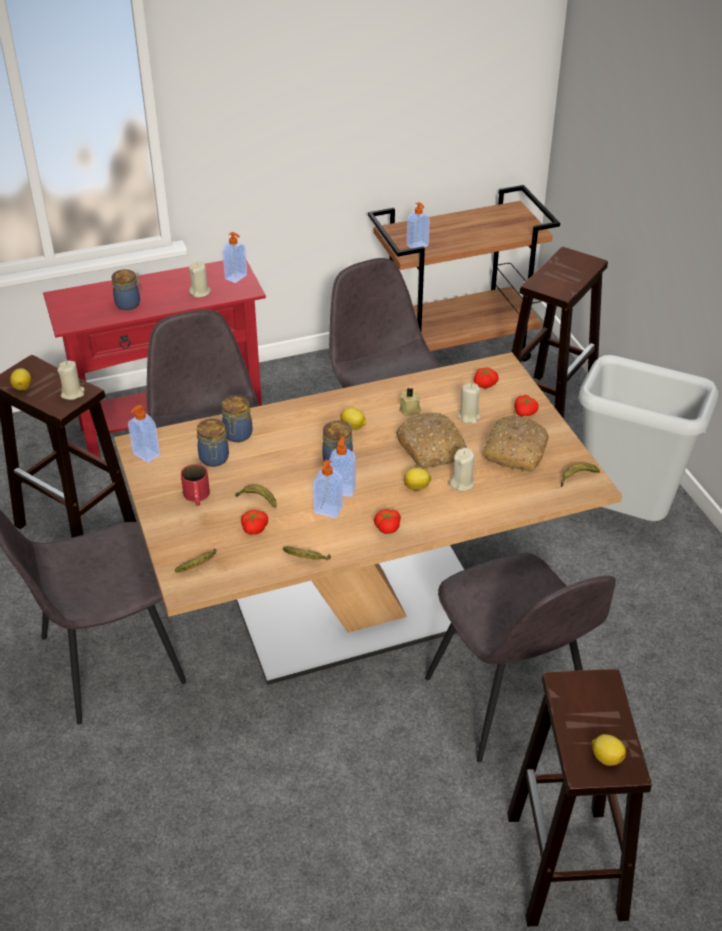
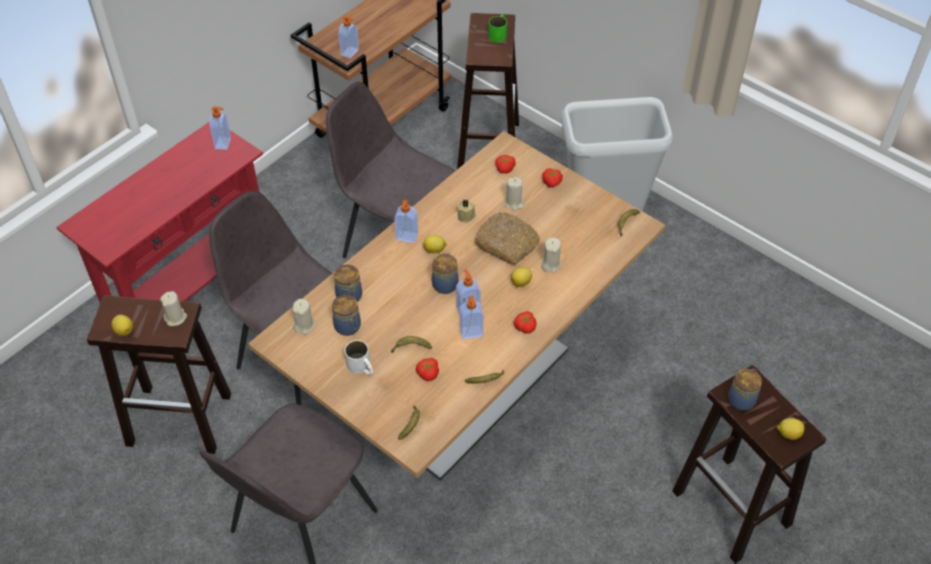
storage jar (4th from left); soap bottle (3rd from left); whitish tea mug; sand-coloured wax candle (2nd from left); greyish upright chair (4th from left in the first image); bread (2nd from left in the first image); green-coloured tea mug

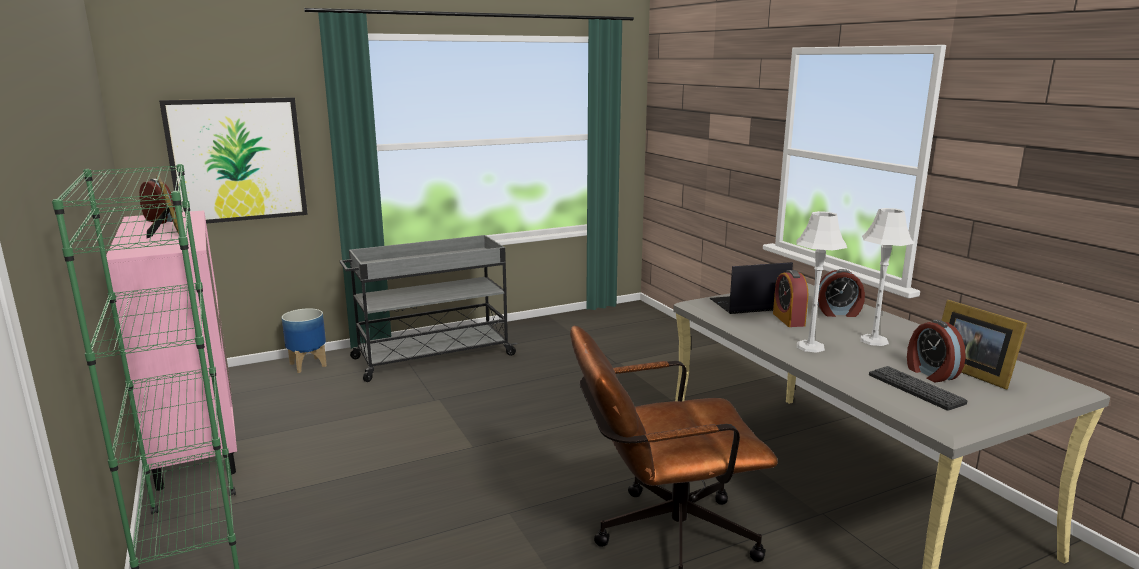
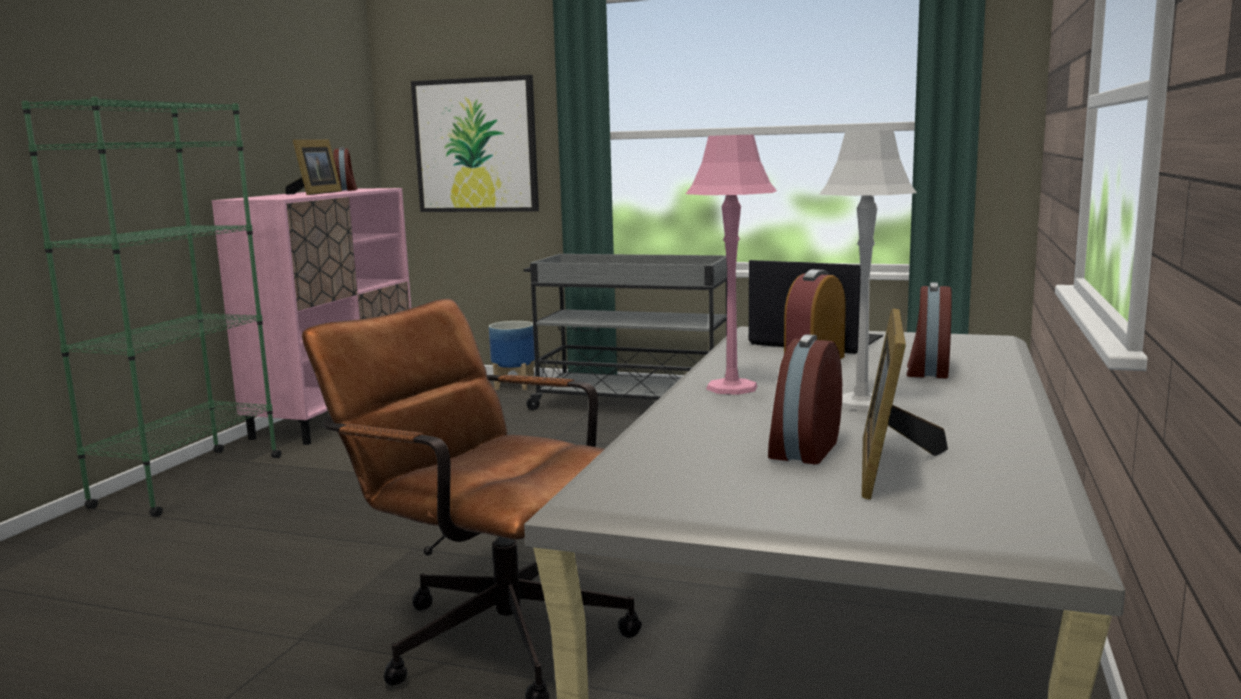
pinkish tabletop lamp; bedside clock (4th from left); PC keyboard

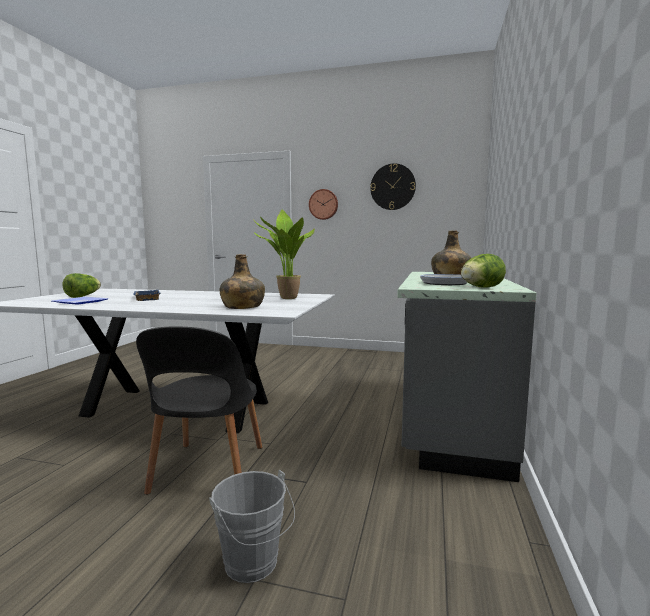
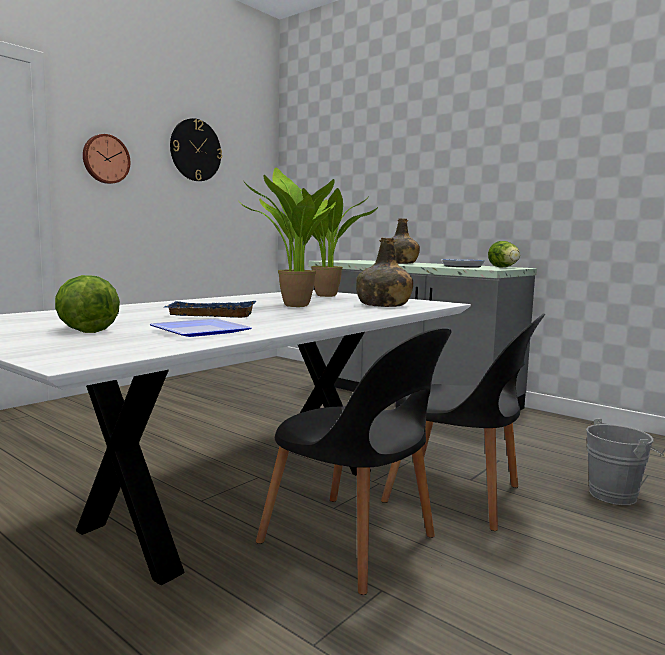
houseplant (1st from left); black upright chair (1st from left)

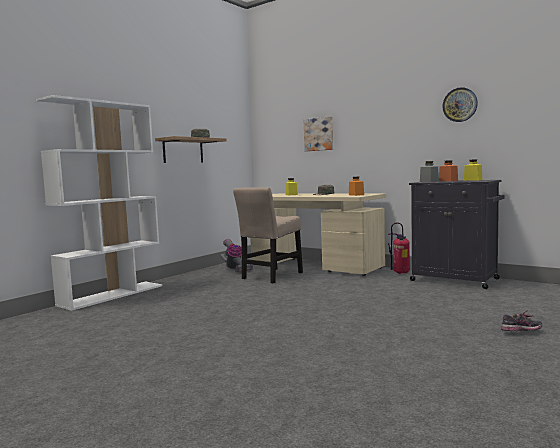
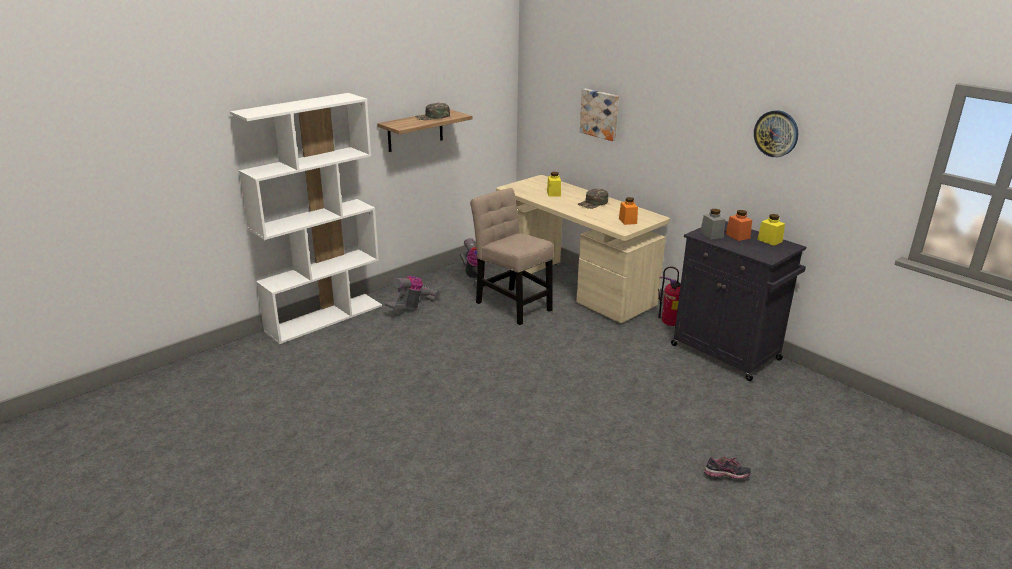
sand-coloured upright chair; vacuum (1st from left)

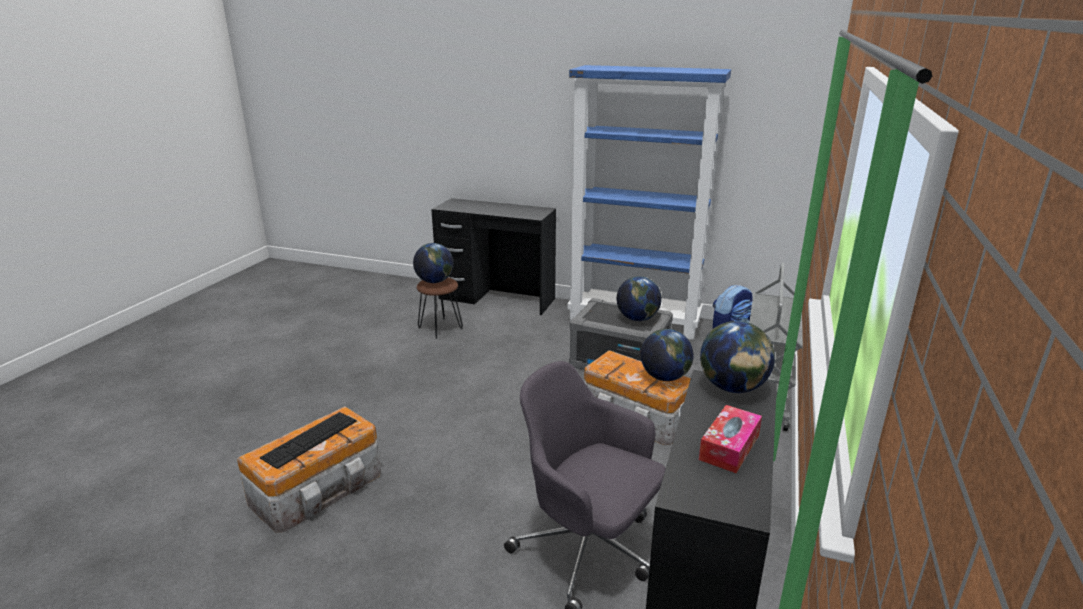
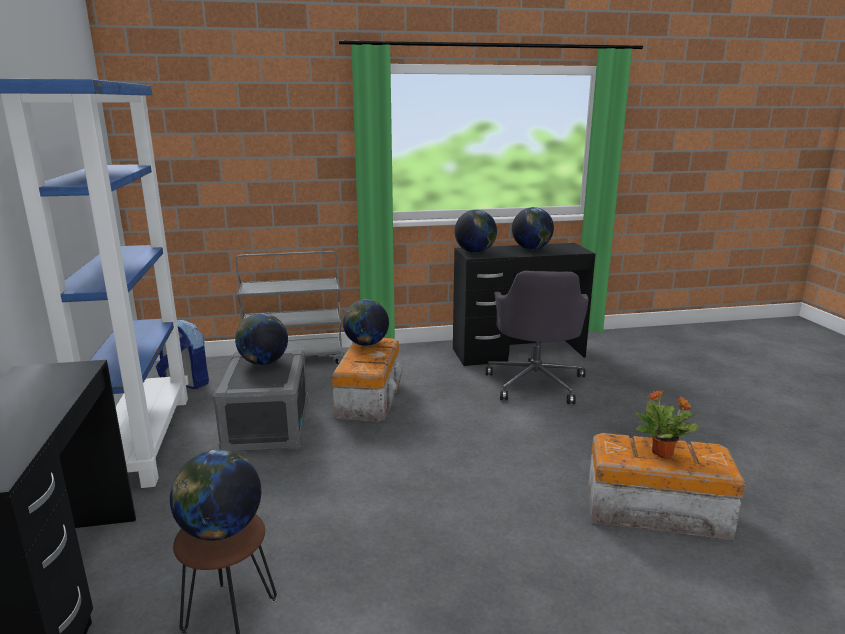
houseplant; desk globe (5th from left)

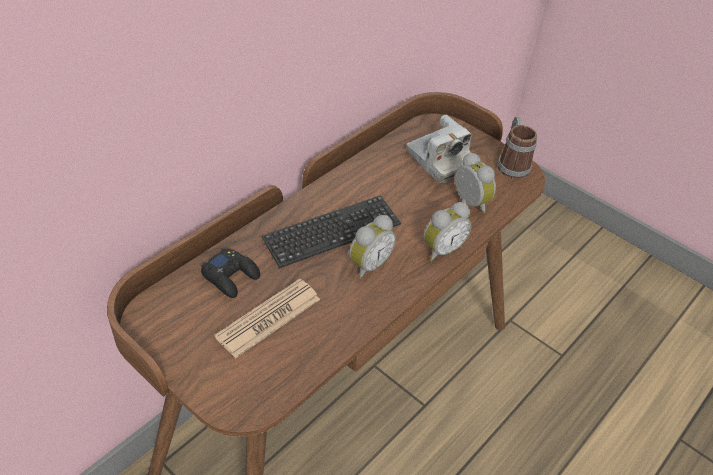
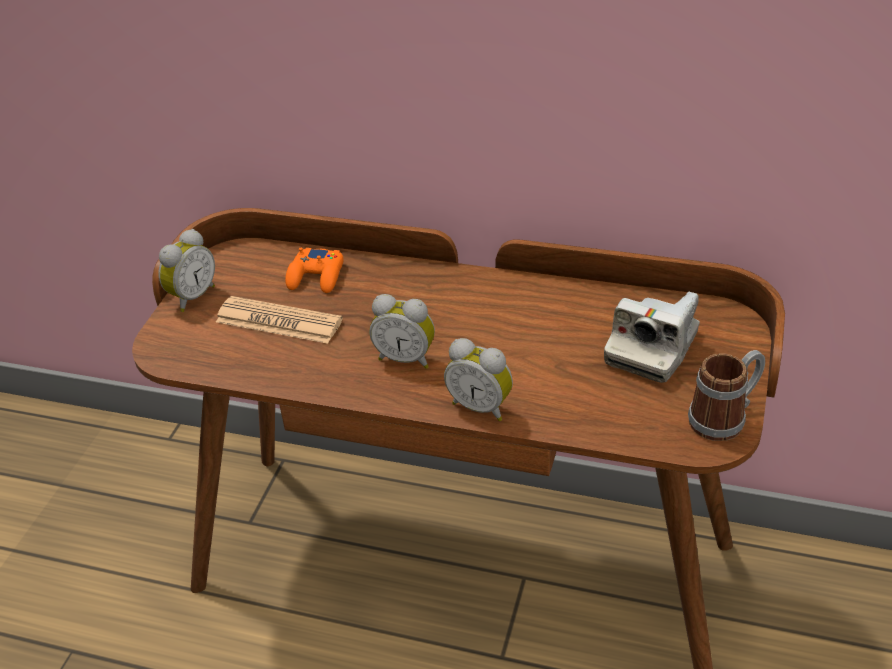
orange-coloured game controller; PC keyboard; bedside clock (1st from left)

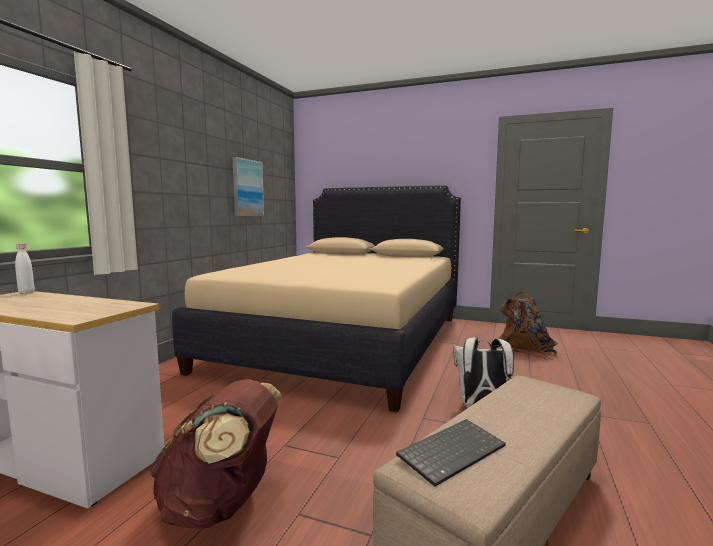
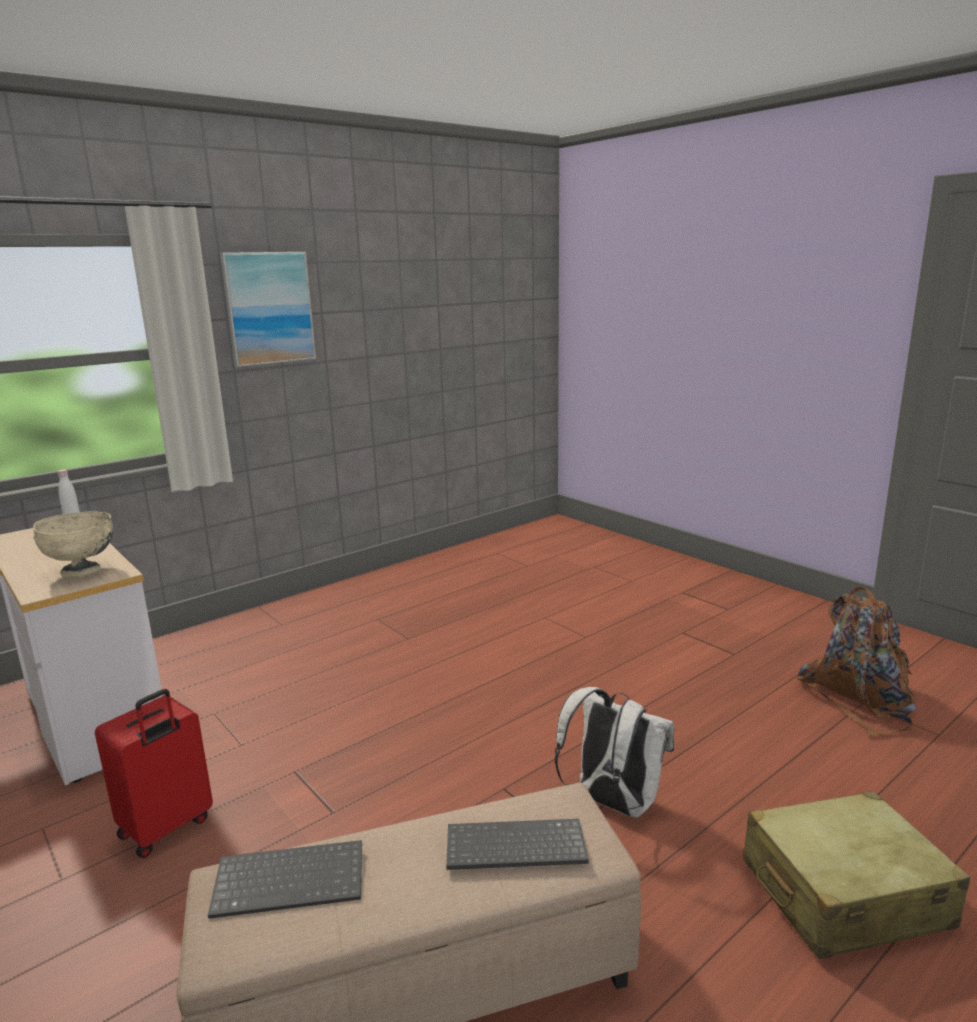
red-coloured suitcase; sand-coloured sleeping bed; picture; sand-coloured deep dish; PC keyboard (2nd from left); sand-coloured suitcase

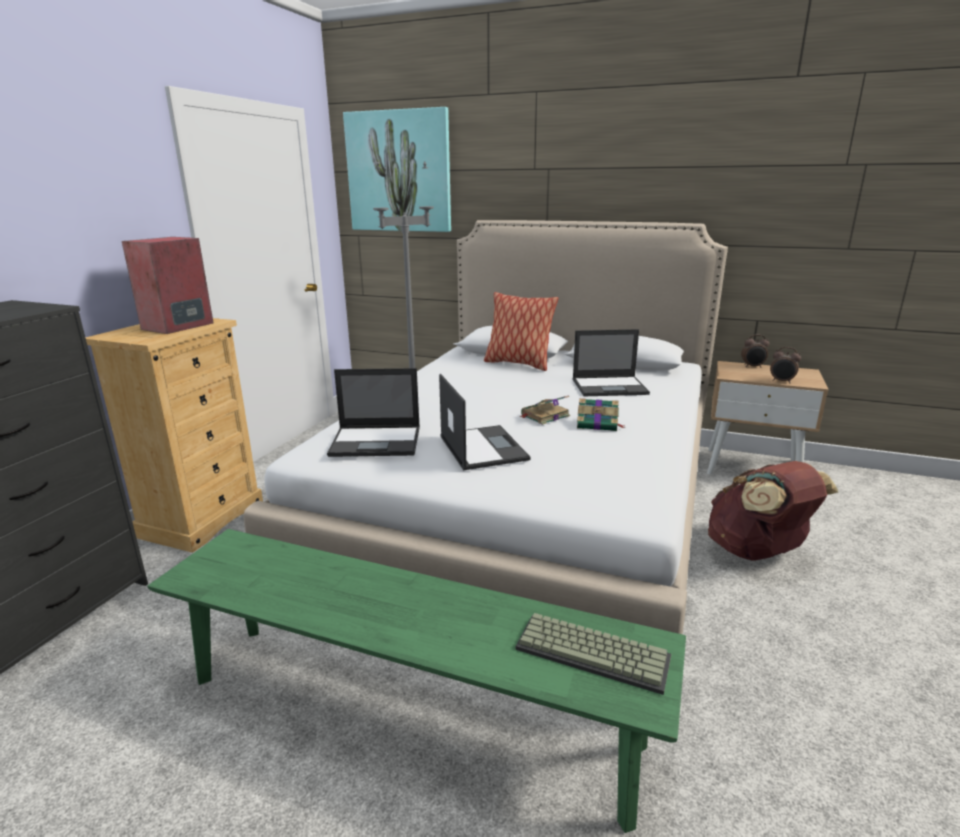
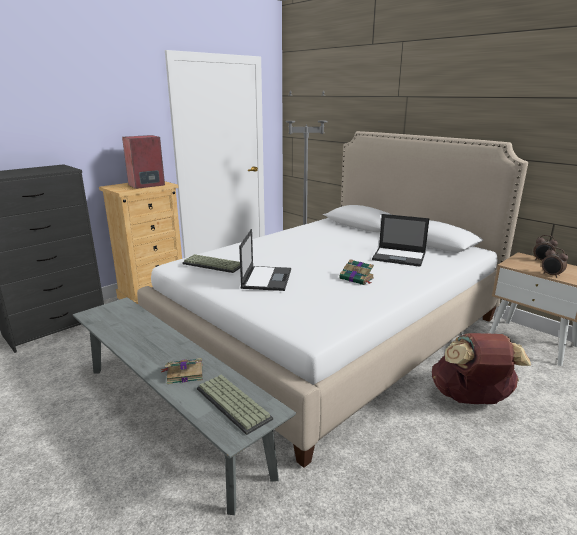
greyish bench; PC keyboard (1st from left); picture; pillow; volume (1st from left)

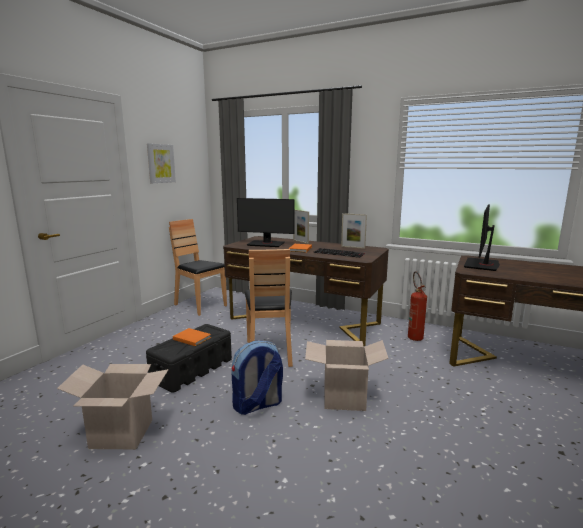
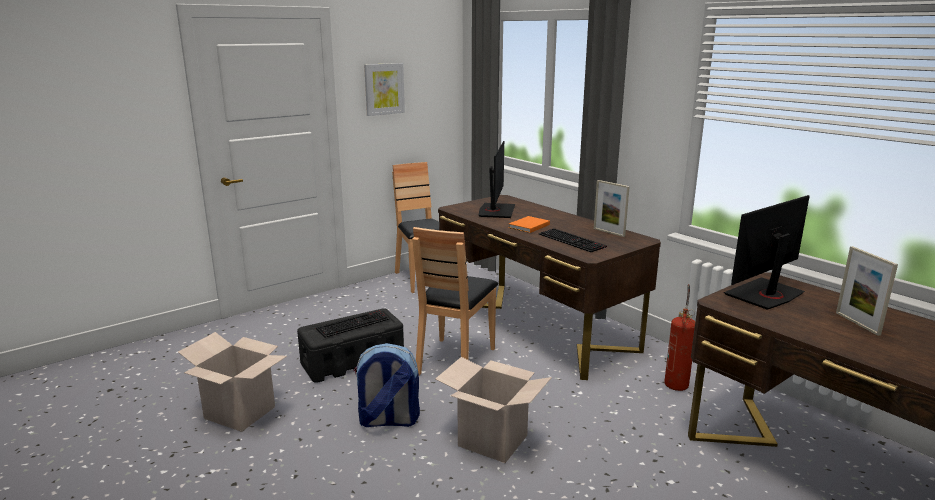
PC keyboard (1st from left); monitor (1st from left); standing frame (2nd from left)

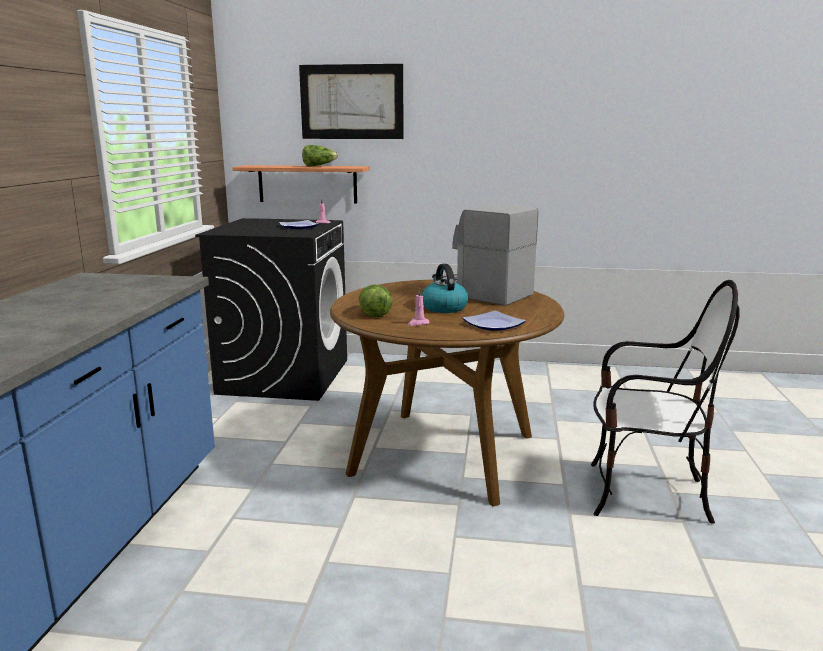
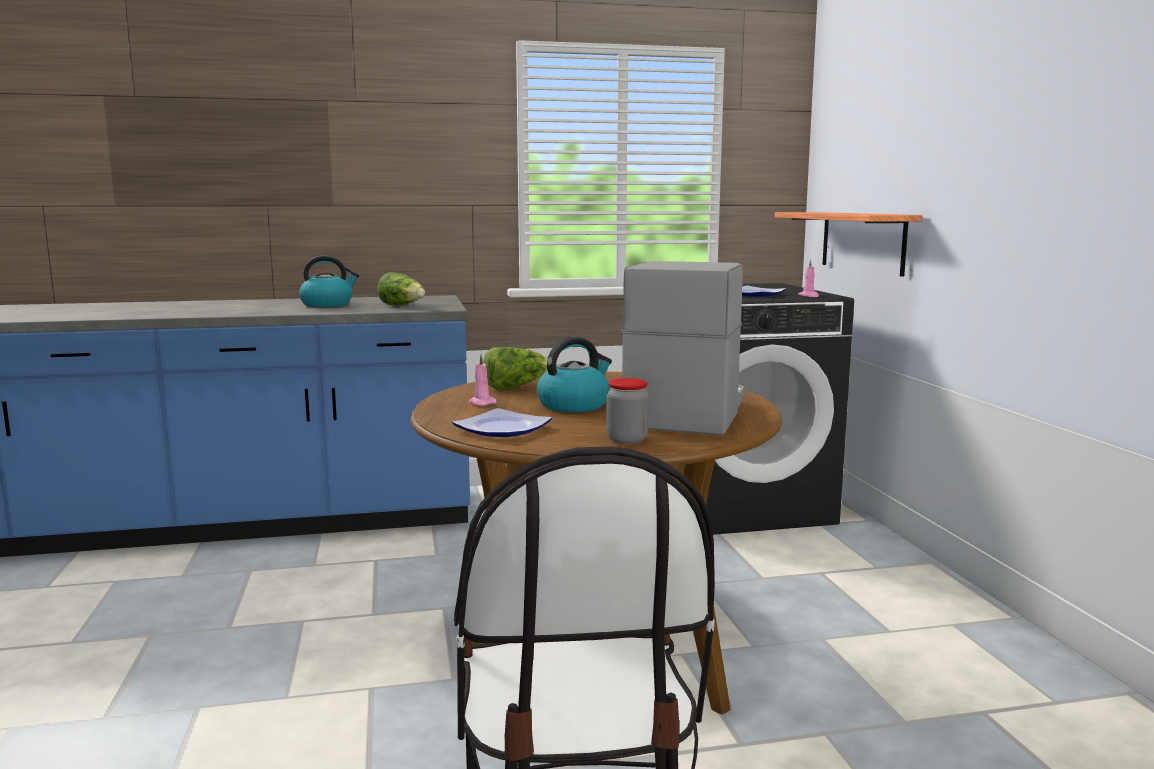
picture; lettuce head (1st from left); kettle (1st from left); storage jar

